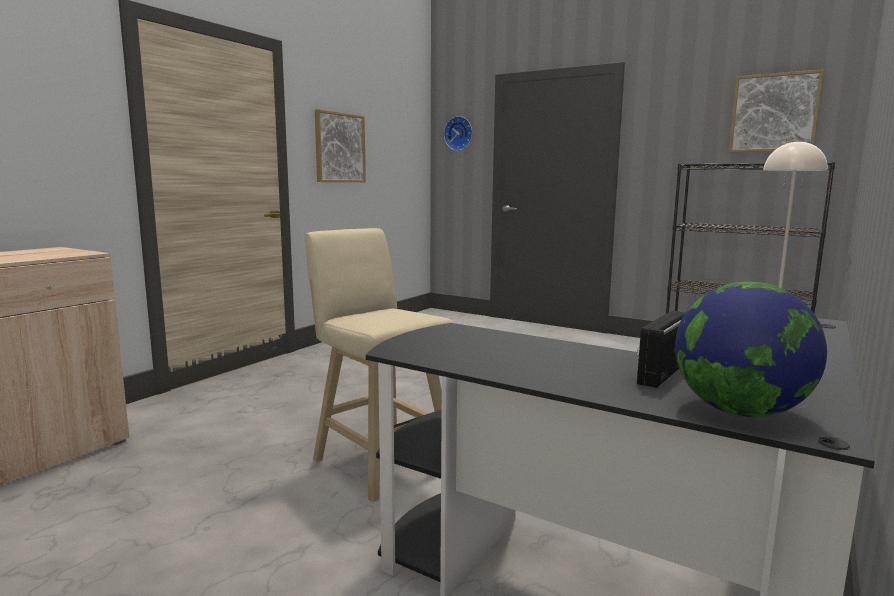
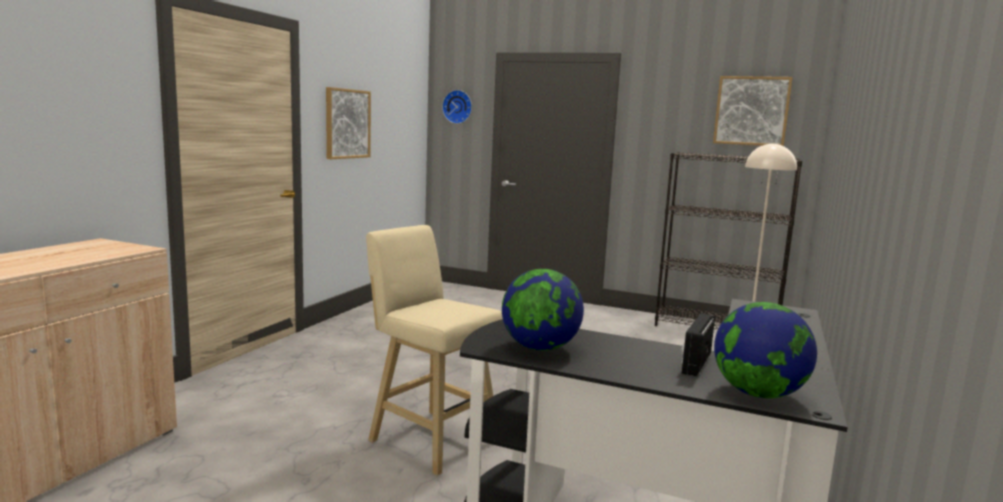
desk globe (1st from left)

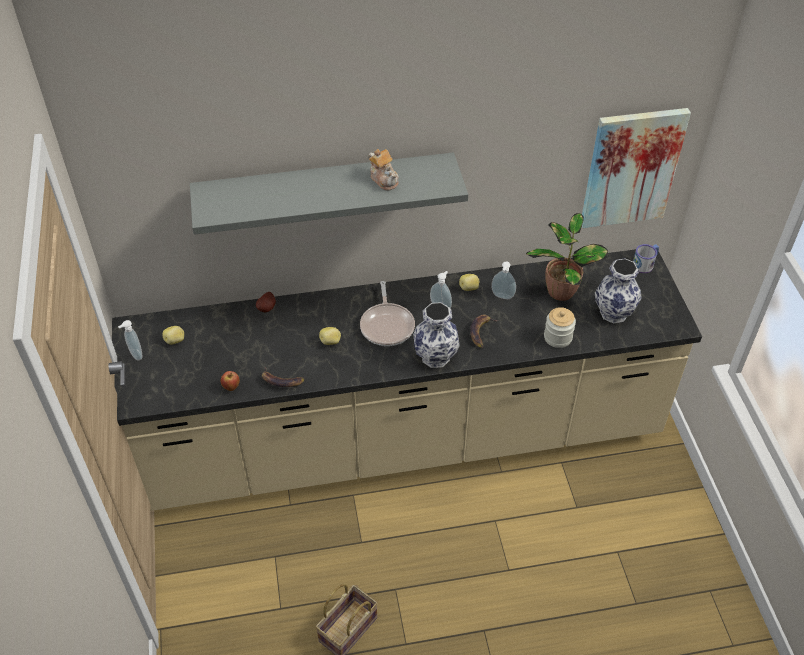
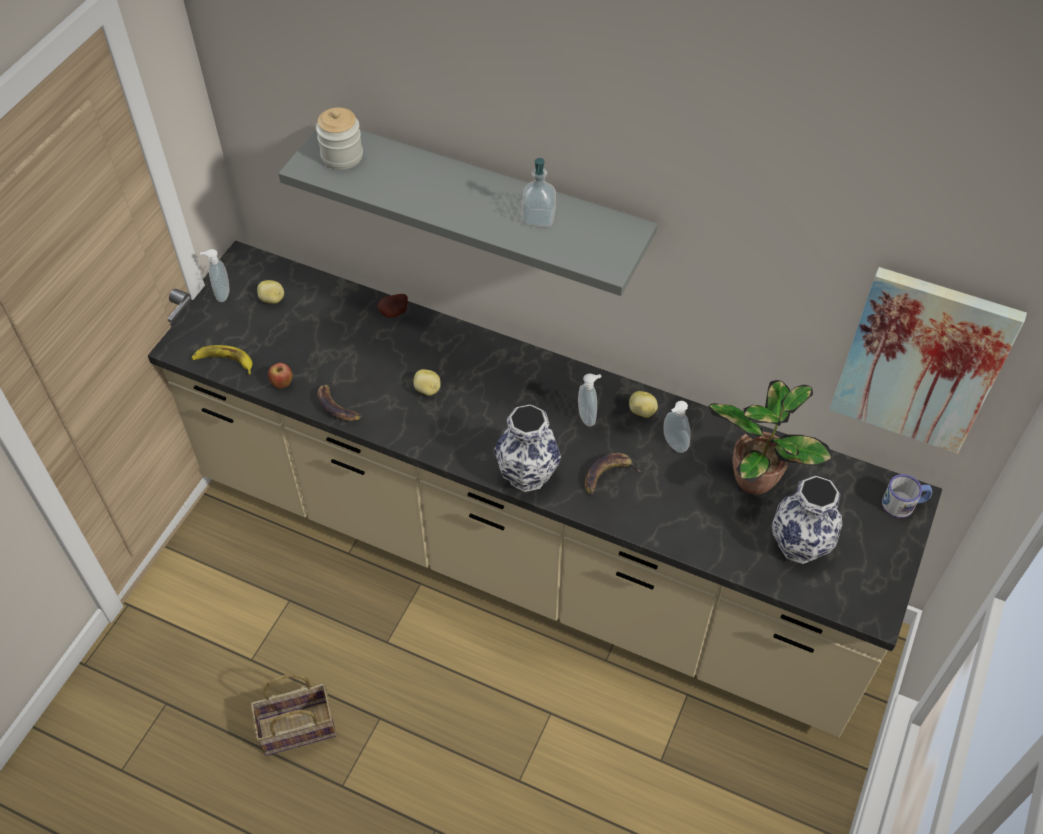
frying pan; soap bottle (2nd from left); storage jar; whole banana (1st from left)

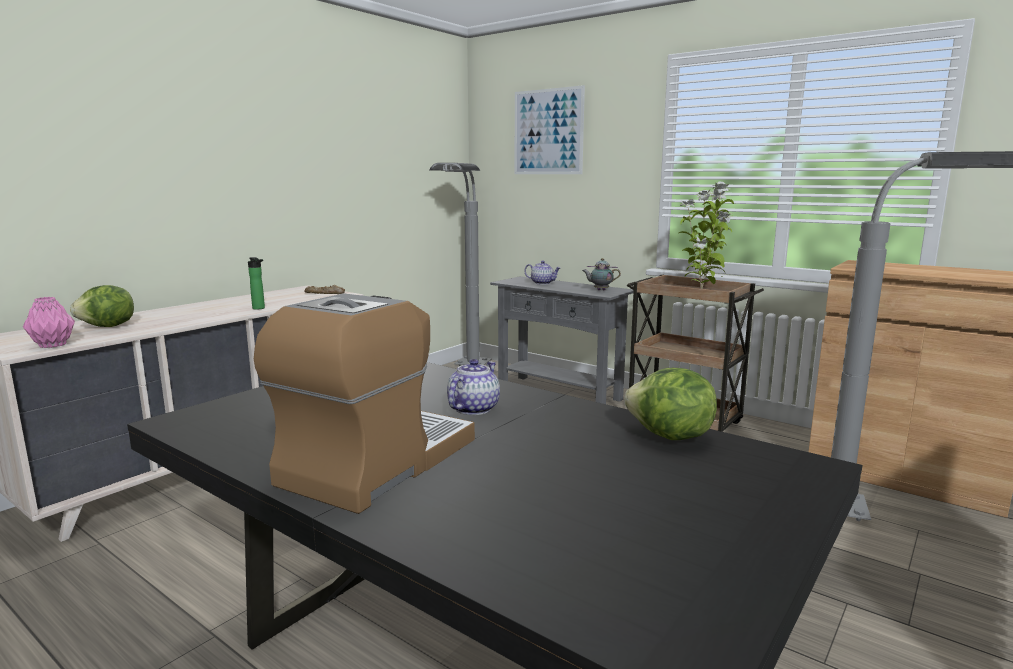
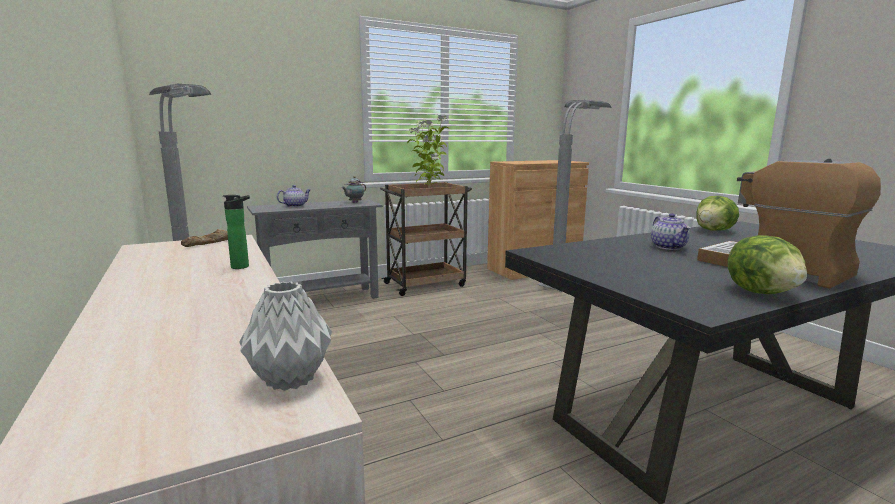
greyish vase; lettuce head (2nd from left); tea pot (3rd from left); picture

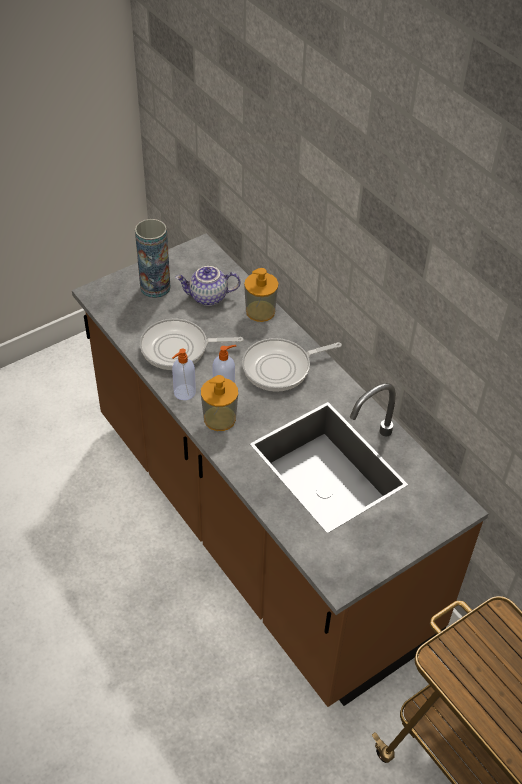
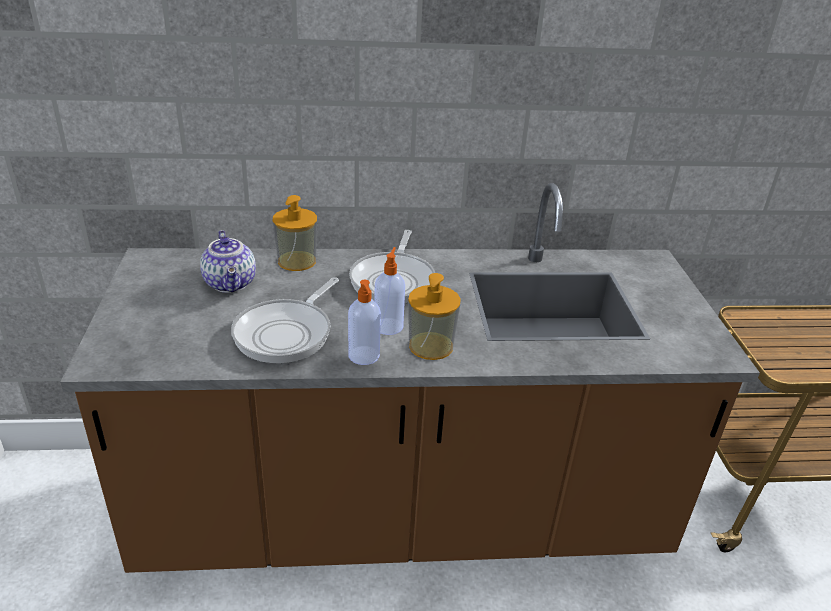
vase; tea pot

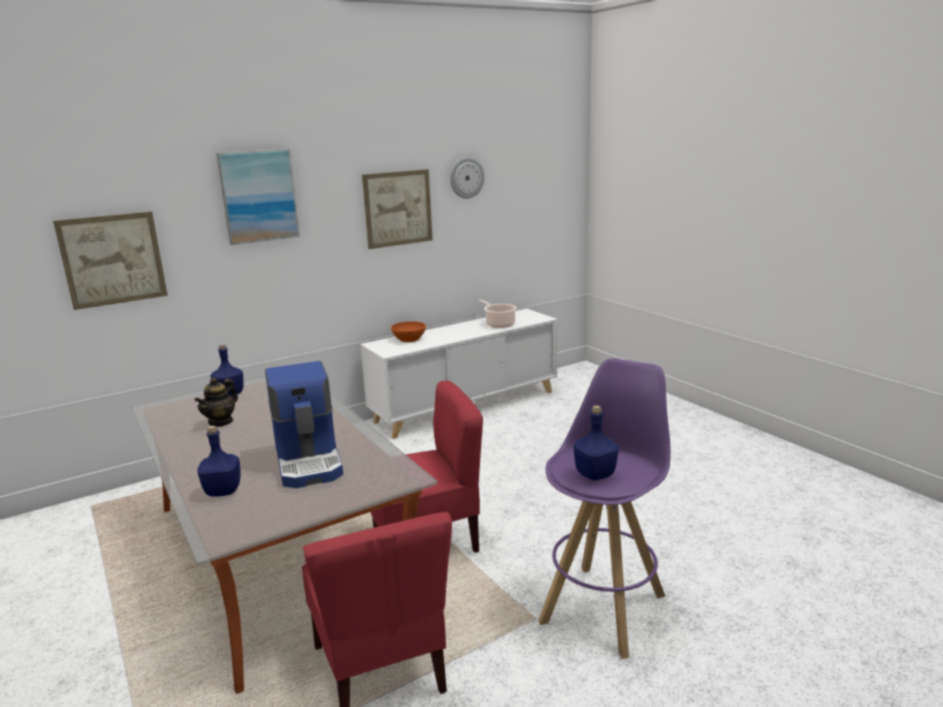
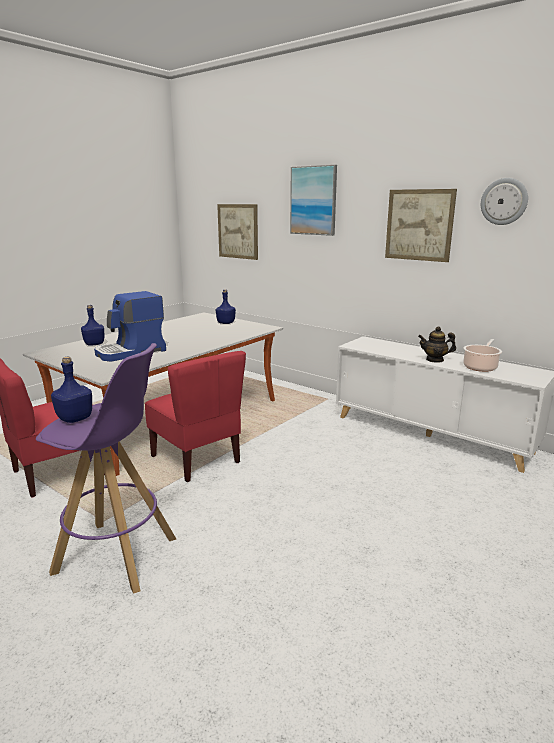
tea pot; orange-coloured deep dish

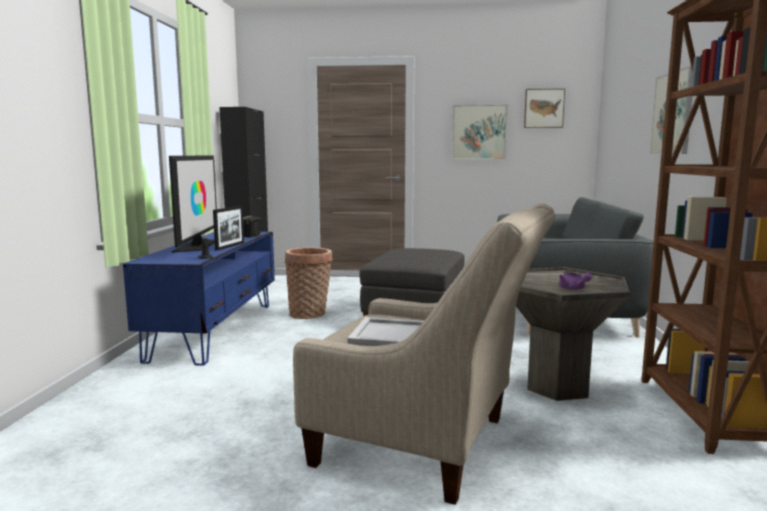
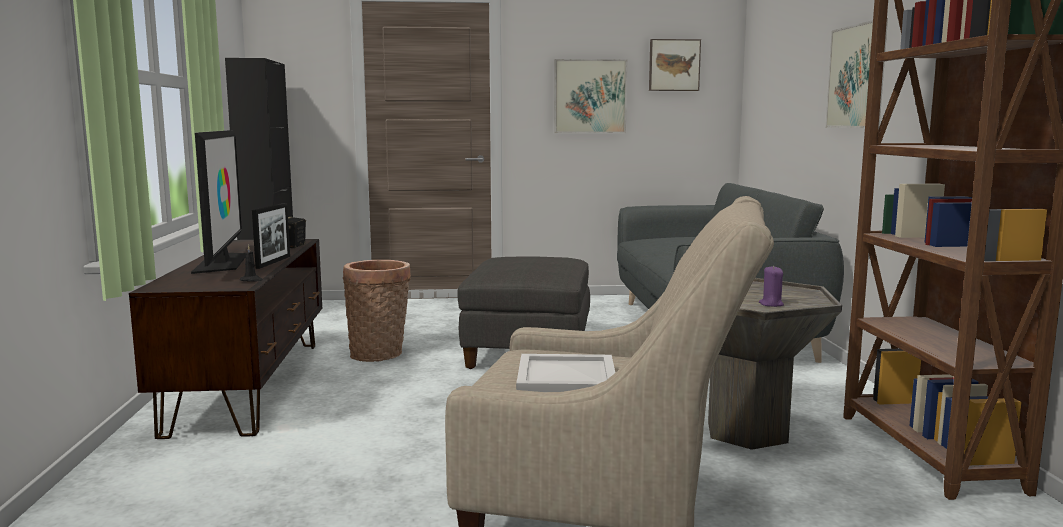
brownish tv unit; purple-coloured wax candle

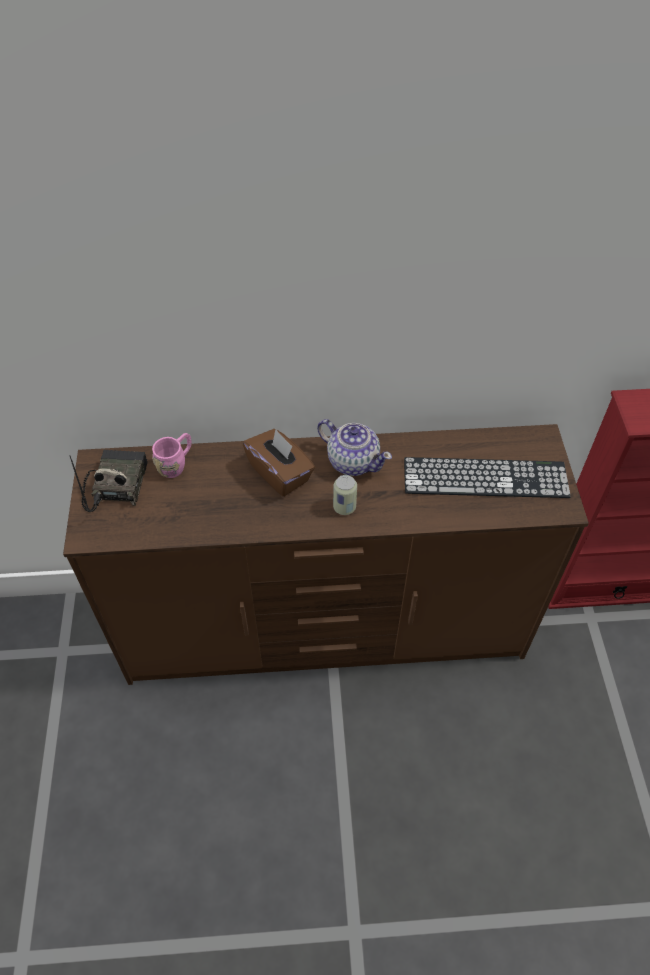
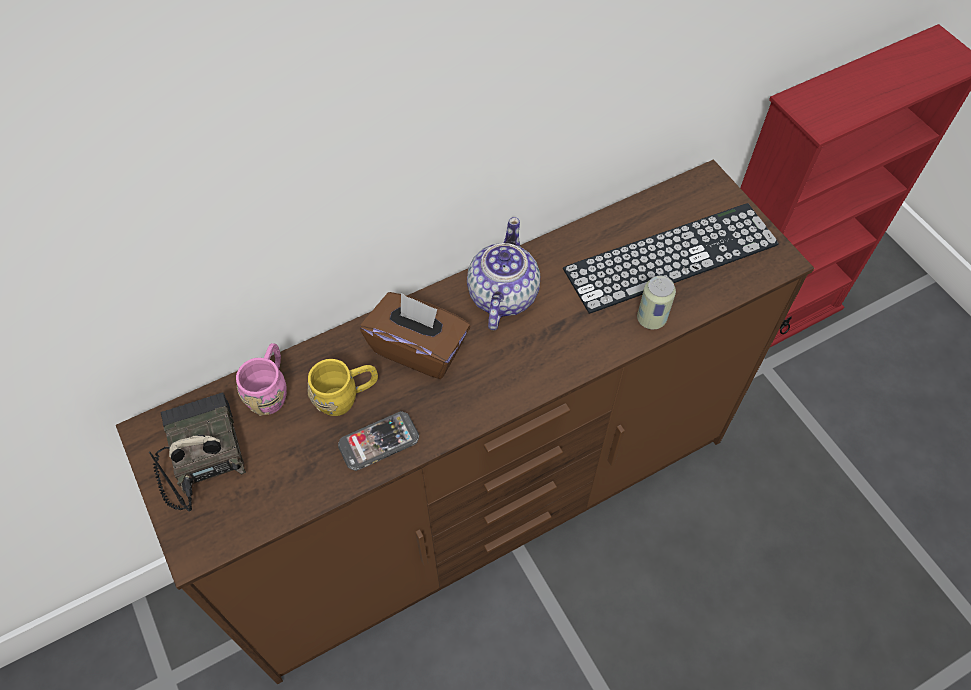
tea pot; metal can; yellowish tea mug; telephone

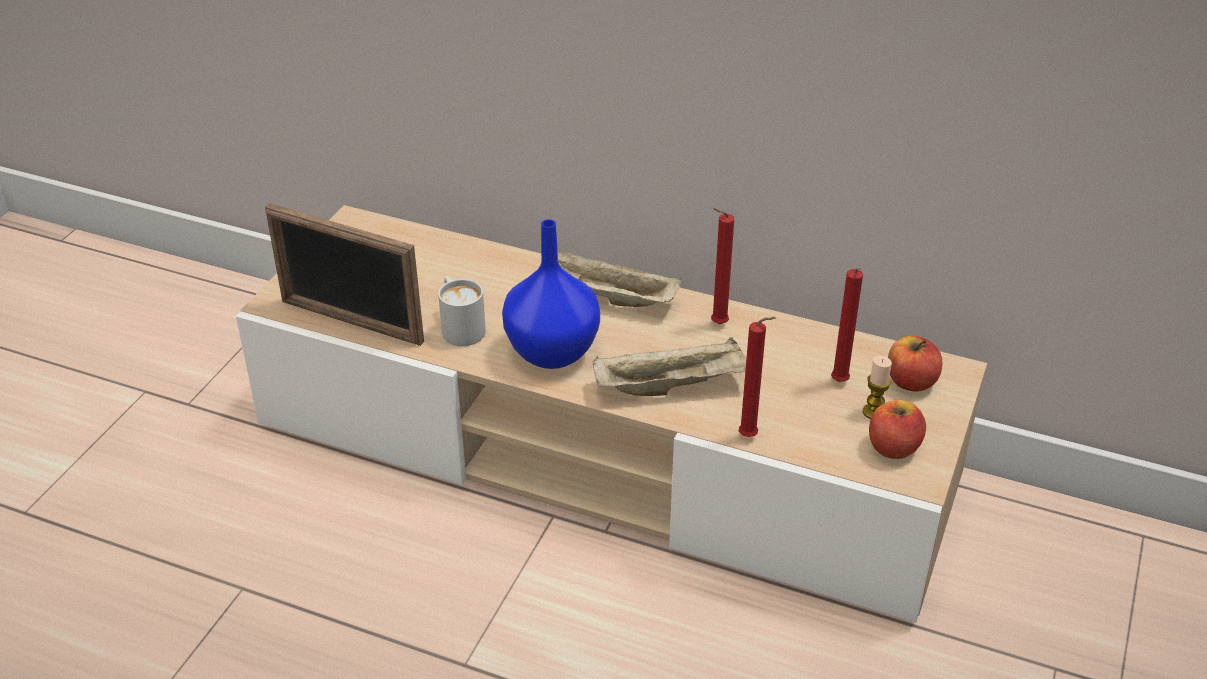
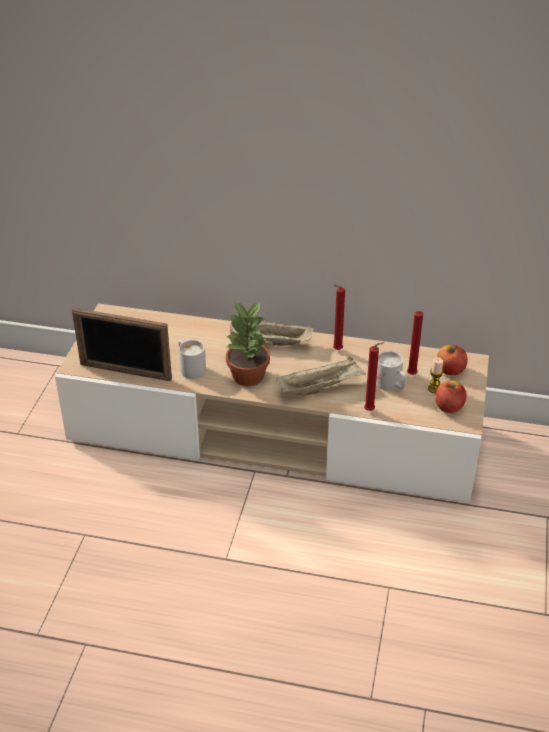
houseplant; whitish tea mug (2nd from left)

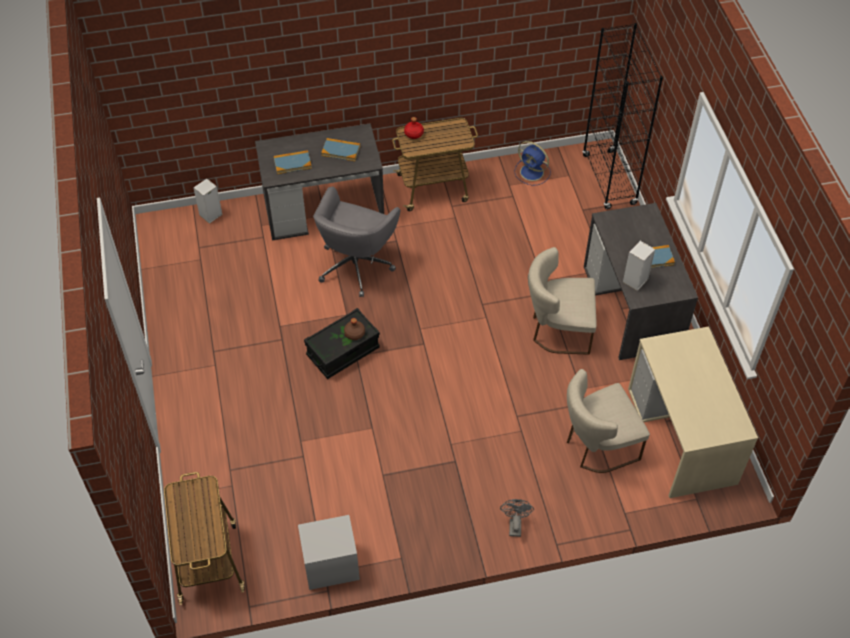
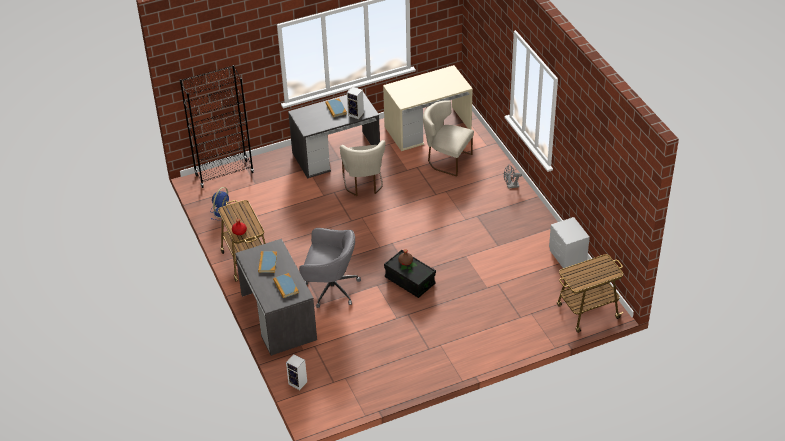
sand-coloured upright chair (2nd from left)

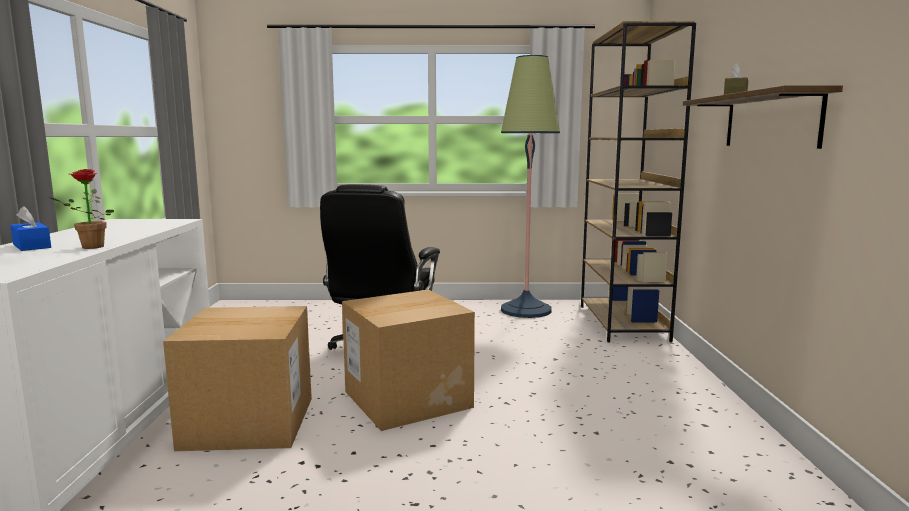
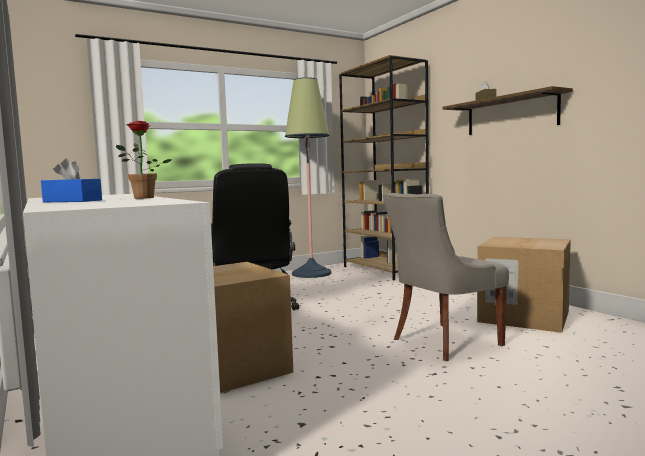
carton (2nd from left); greyish upright chair

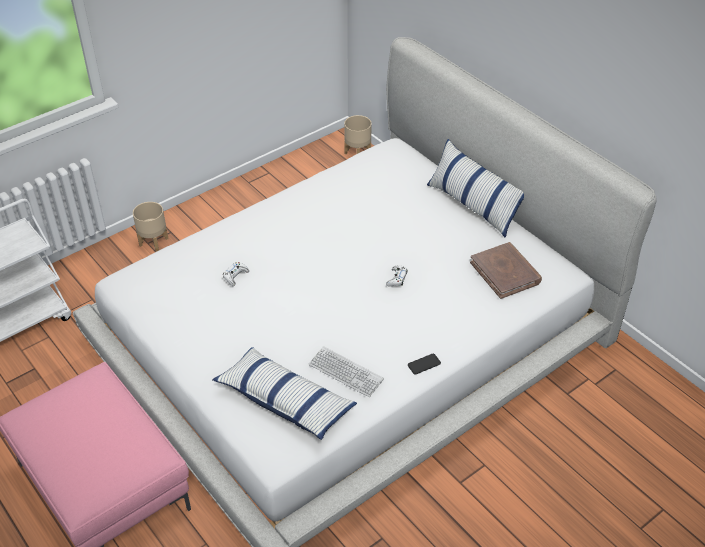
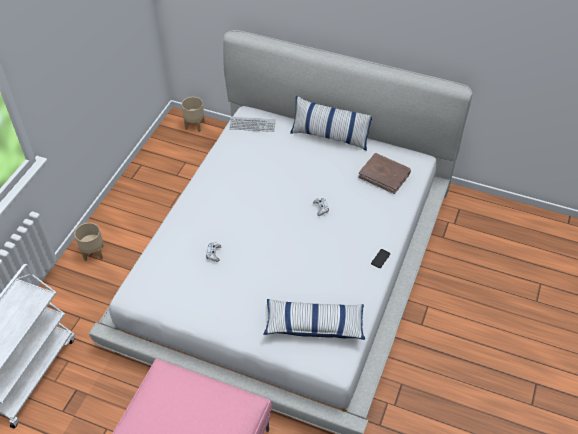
PC keyboard

